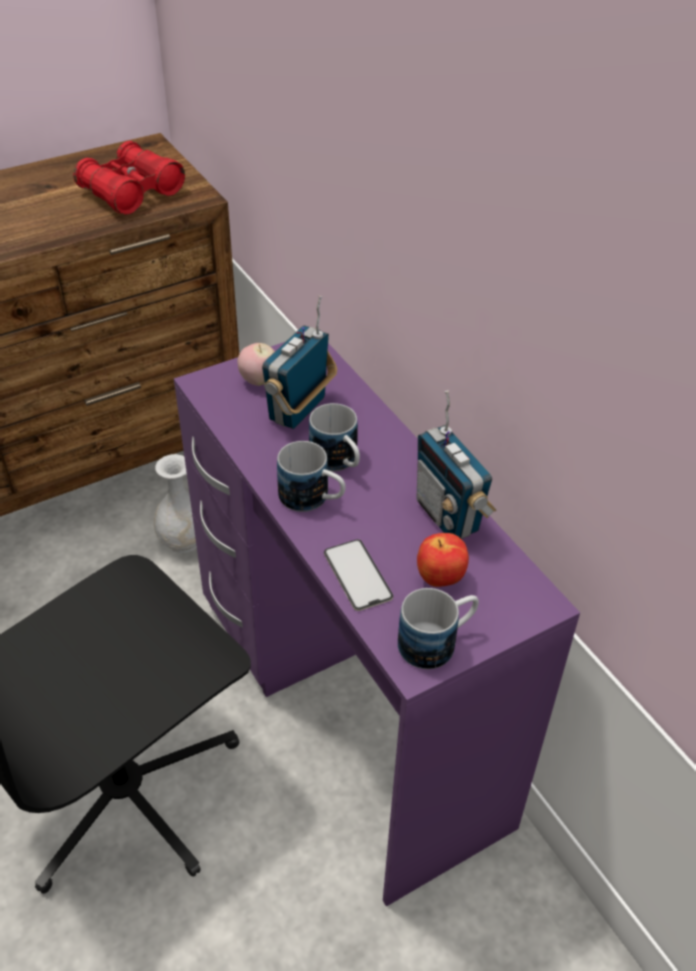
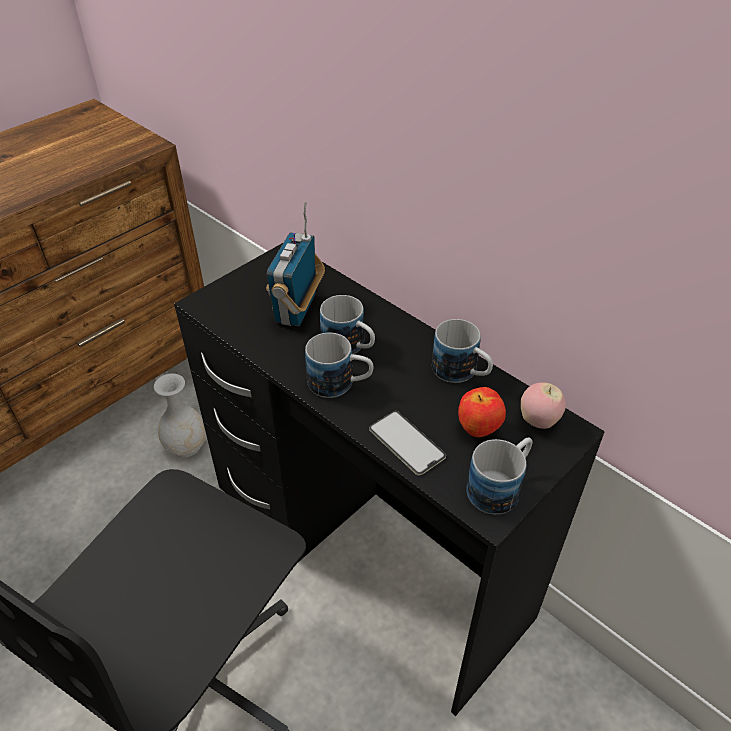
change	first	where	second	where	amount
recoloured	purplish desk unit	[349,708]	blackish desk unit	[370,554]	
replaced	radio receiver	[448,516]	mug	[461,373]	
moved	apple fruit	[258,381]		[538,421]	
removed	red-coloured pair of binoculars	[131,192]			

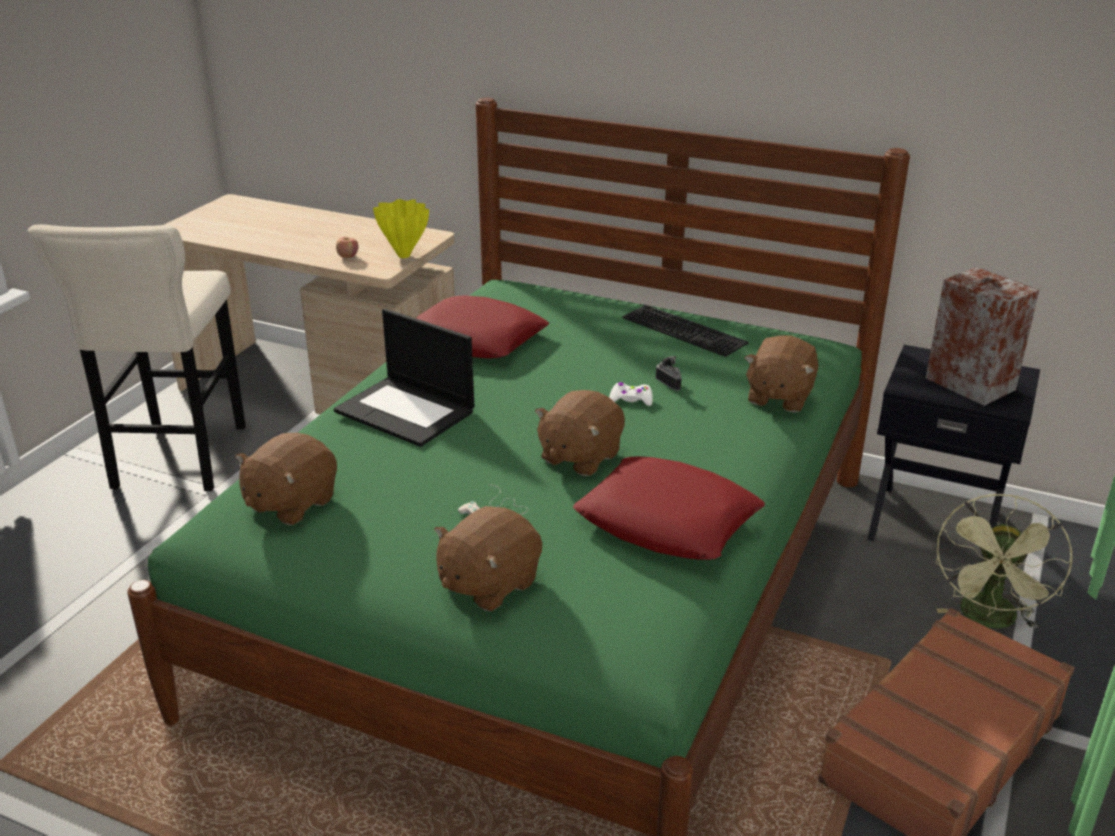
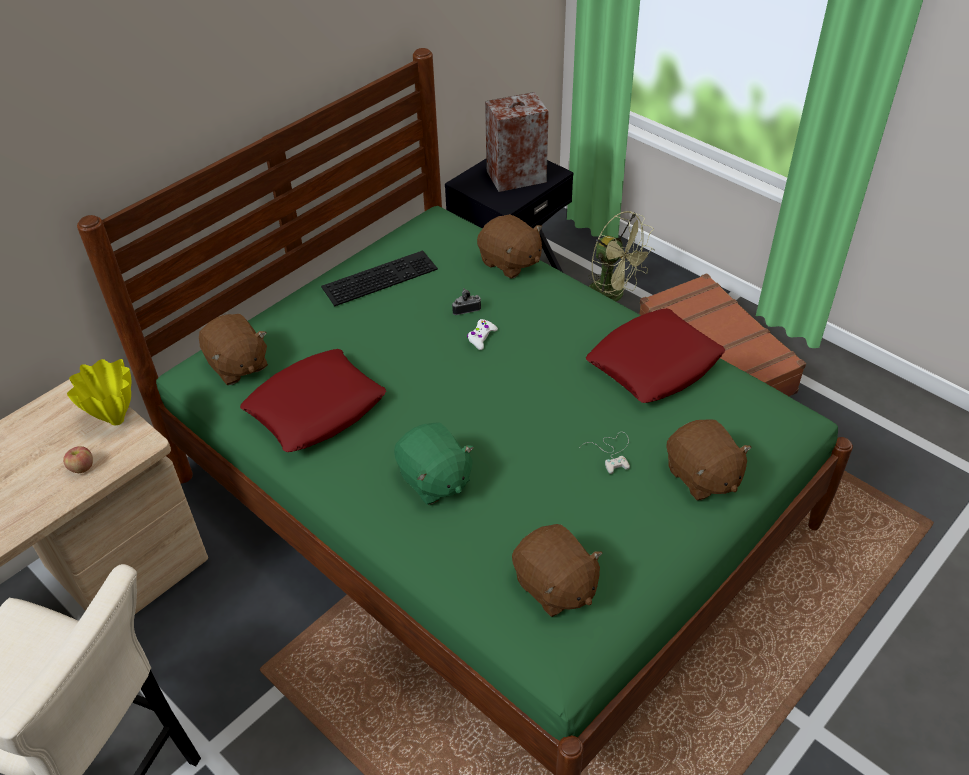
change	first	where	second	where	amount
moved	brownish soft toy	[579,457]		[237,365]	
replaced	portable computer	[407,411]	greenish soft toy	[434,480]	

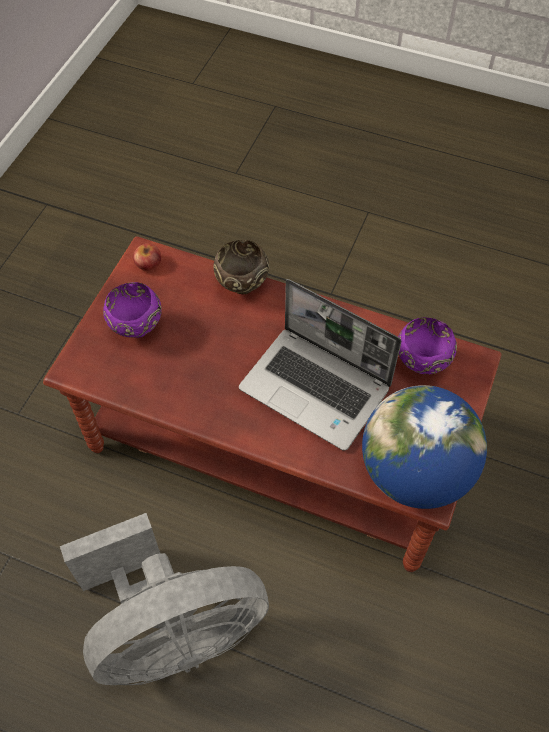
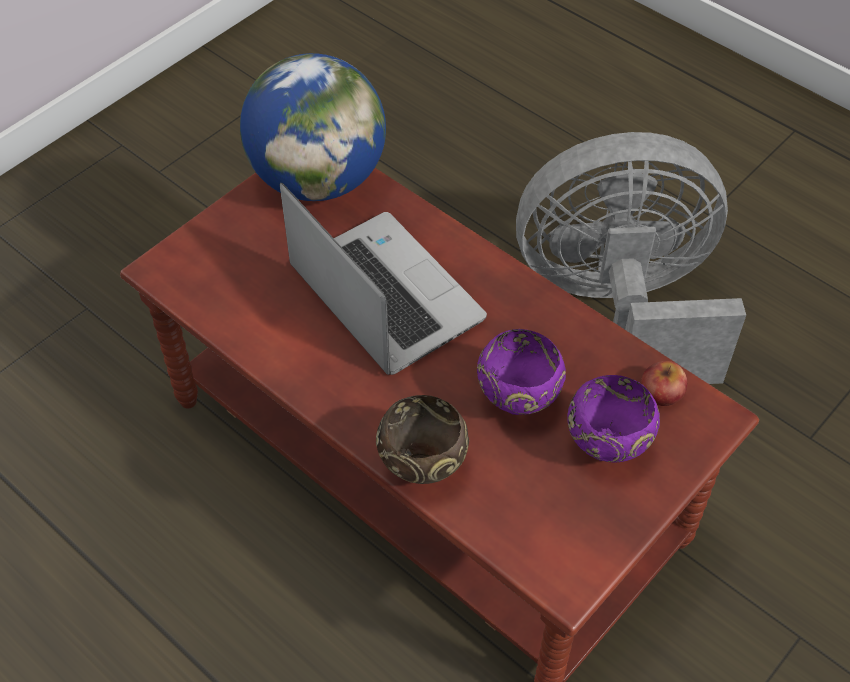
change	first	where	second	where	amount
moved	purplish serving bowl	[420,365]		[519,402]	
moved	apple fruit	[148,263]		[661,392]	

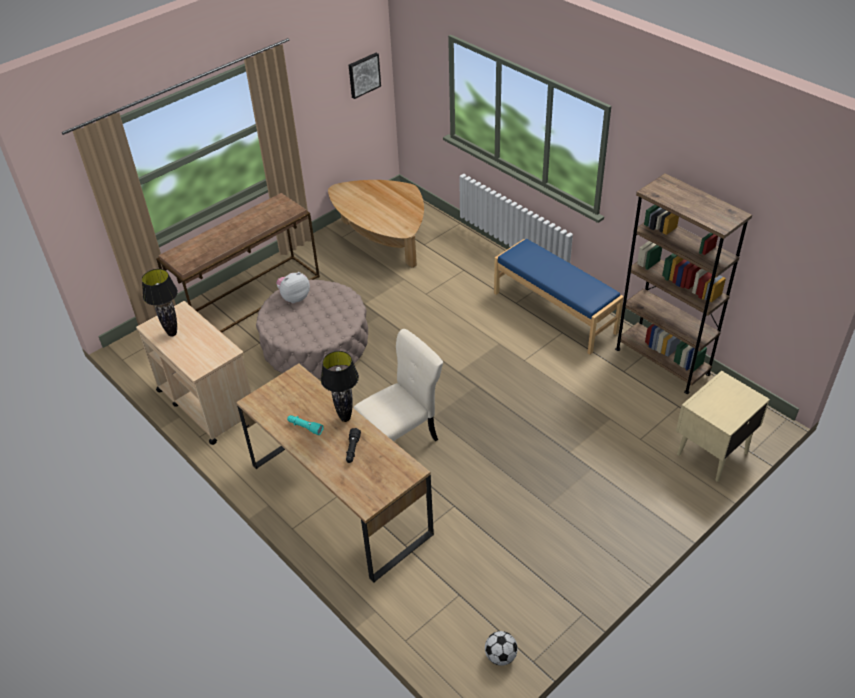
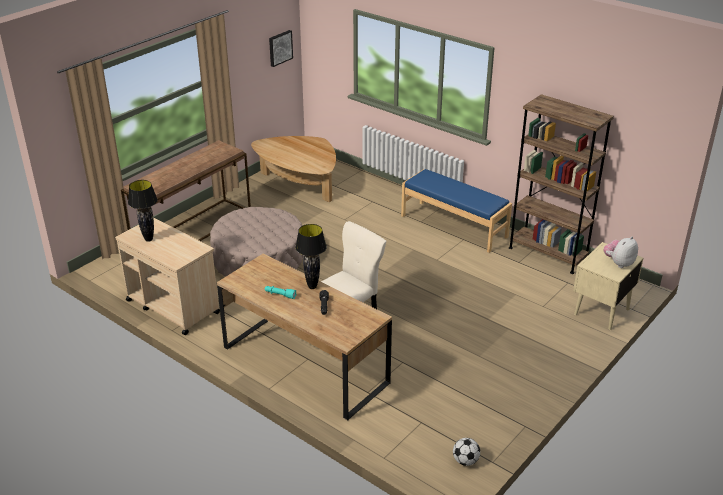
change	first	where	second	where	amount
moved	soft toy	[294,297]		[619,263]	

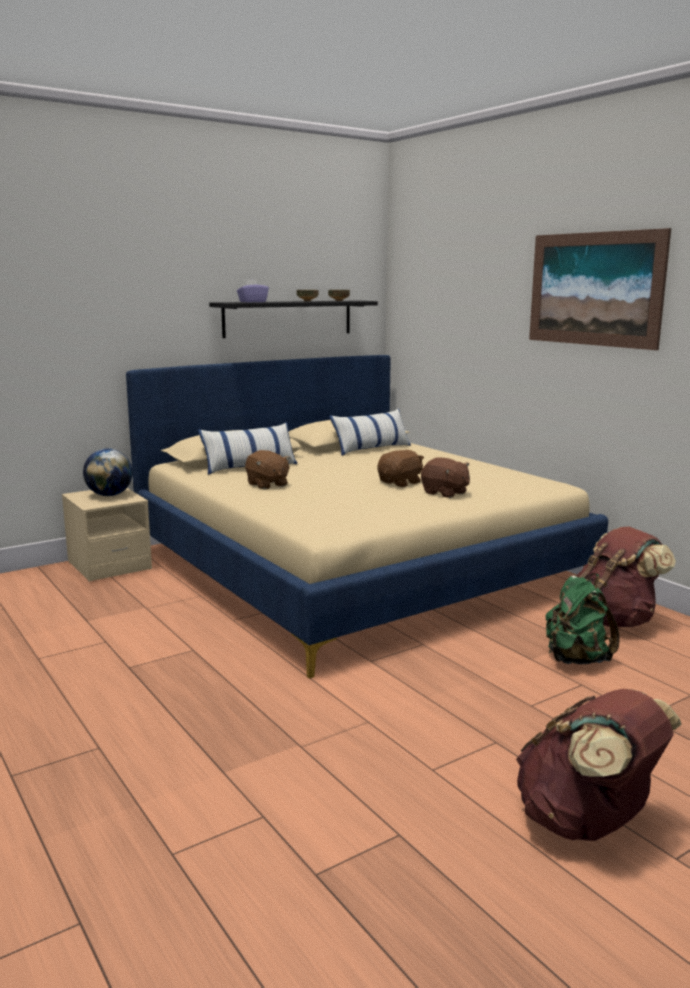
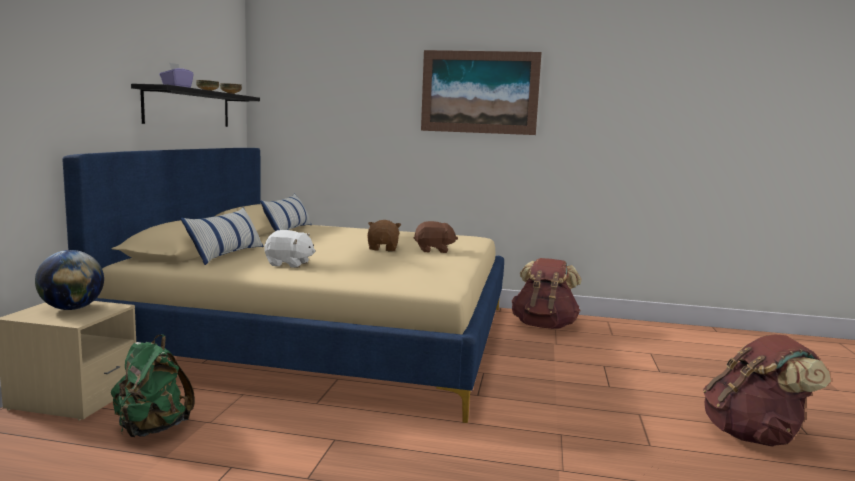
change	first	where	second	where	amount
moved	greenish backpack	[576,659]		[152,429]	
recoloured	brownish soft toy	[267,485]	white-coloured soft toy	[289,264]	

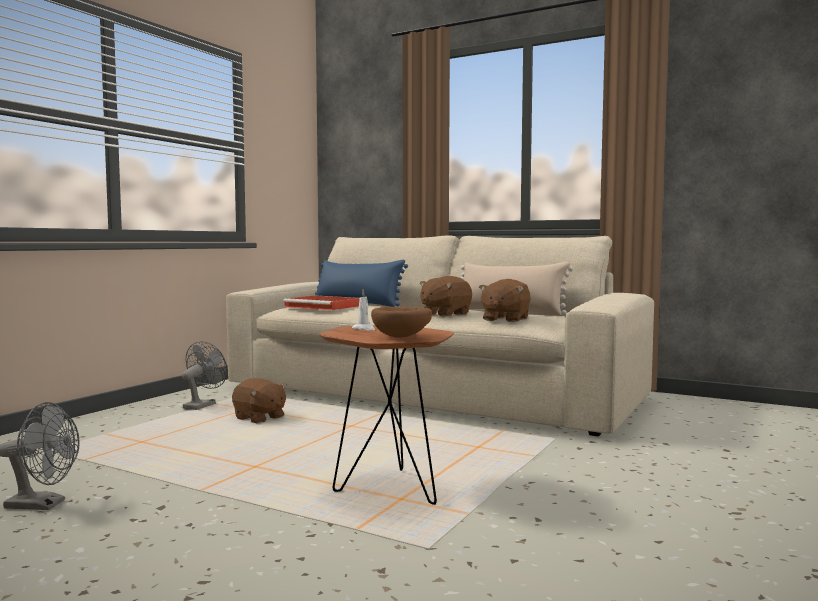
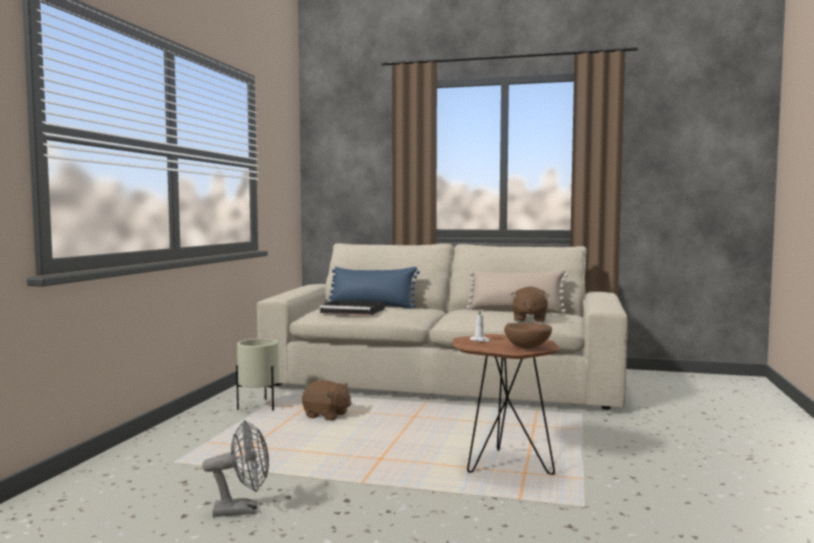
change	first	where	second	where	amount
replaced	grey cooling fan	[202,405]	sand-coloured plant pot	[258,407]	
recoloured	red-coloured tray	[324,306]	blackish tray	[354,311]	
removed	brownish soft toy	[444,314]			

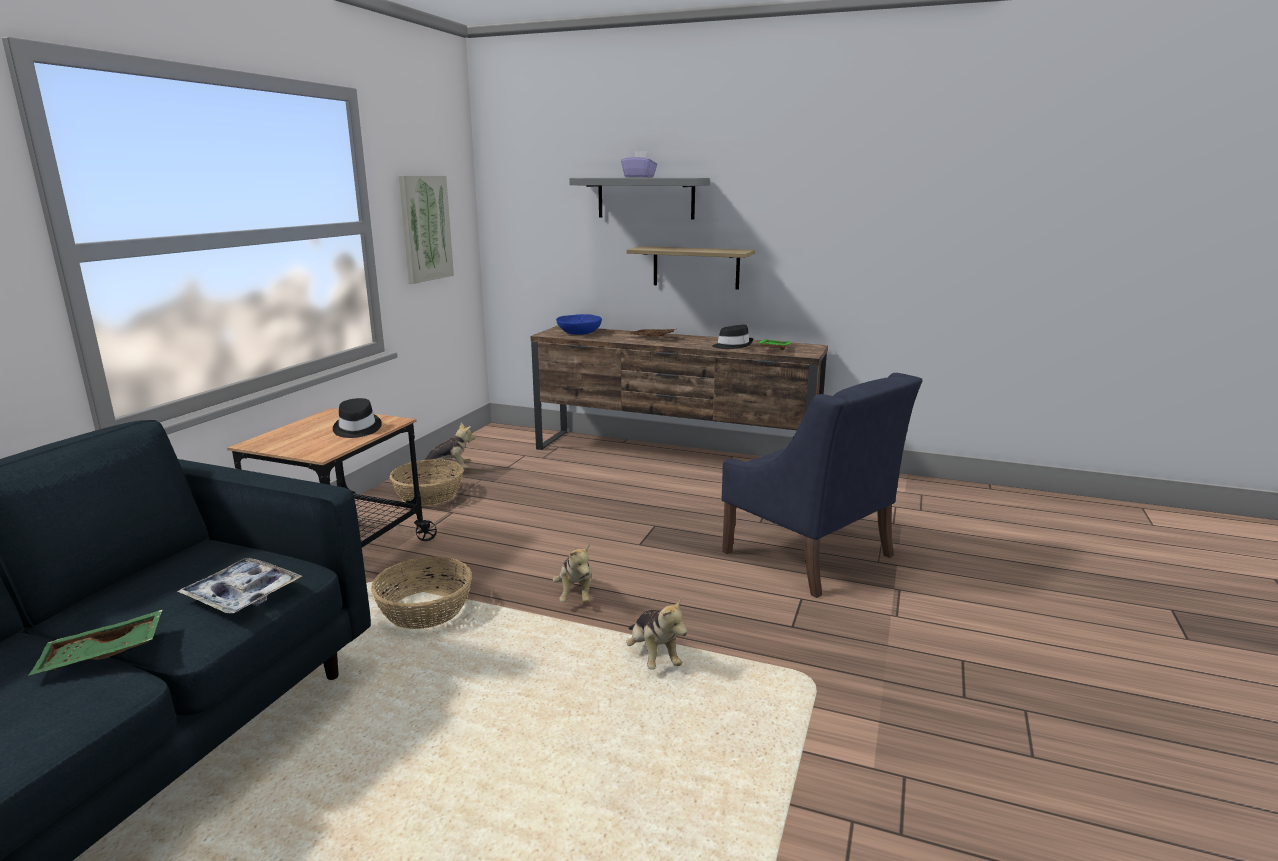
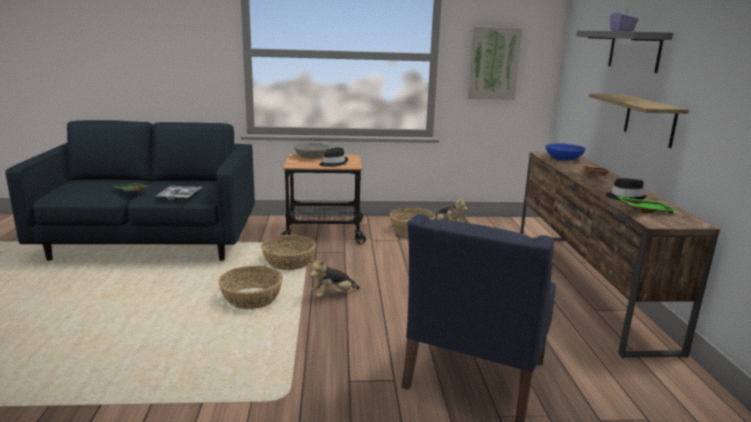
change	first	where	second	where	amount
added			basket	[252,298]	
added			grey serving bowl	[311,157]	
removed	soft toy	[653,656]			

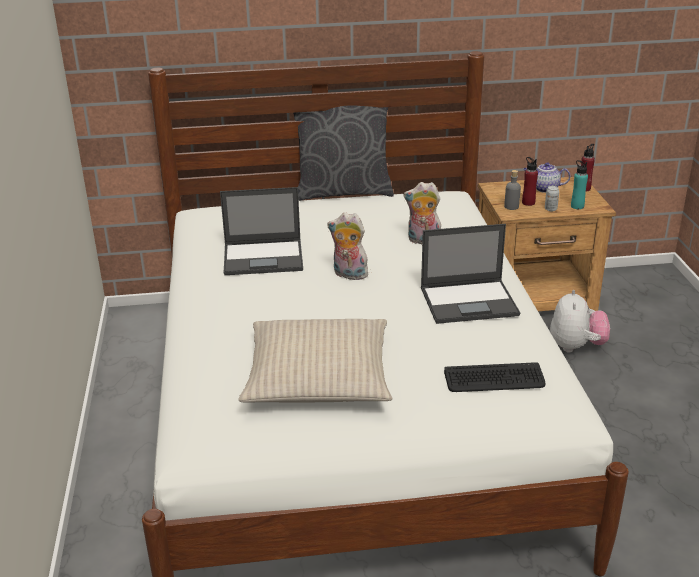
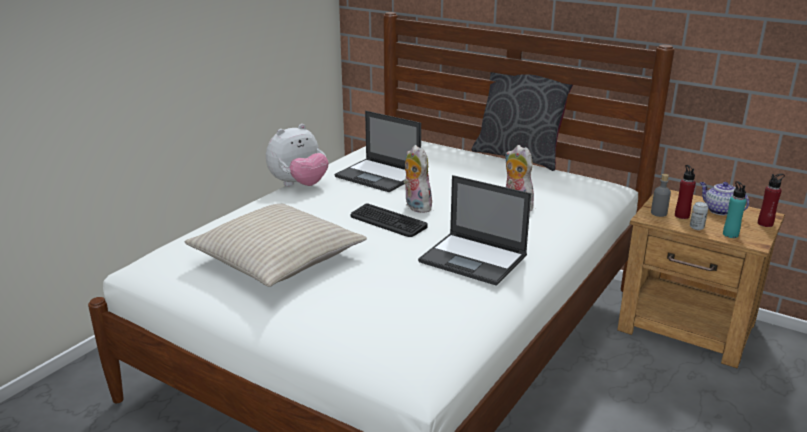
change	first	where	second	where	amount
moved	soft toy	[576,347]		[299,185]	
moved	keyboard	[494,379]		[387,221]	

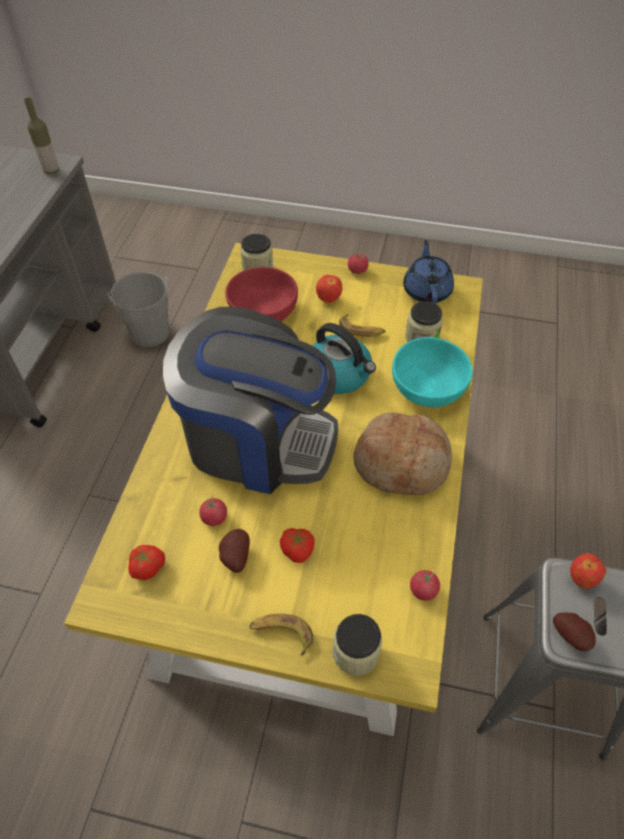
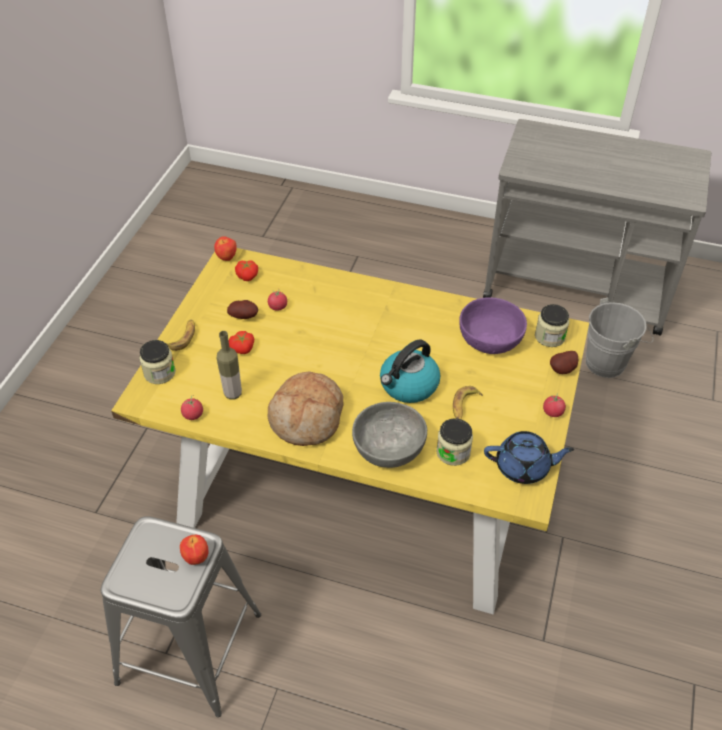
change	first	where	second	where	amount
moved	apple fruit	[329,299]		[227,258]	
moved	bottle	[51,170]		[233,393]	
recoloured	blue-green serving bowl	[428,387]	grey serving bowl	[388,448]	
recoloured	red-coloured serving bowl	[263,311]	purplish serving bowl	[490,338]	
moved	spud	[571,635]		[563,370]	
removed	coffee brewer	[257,440]			

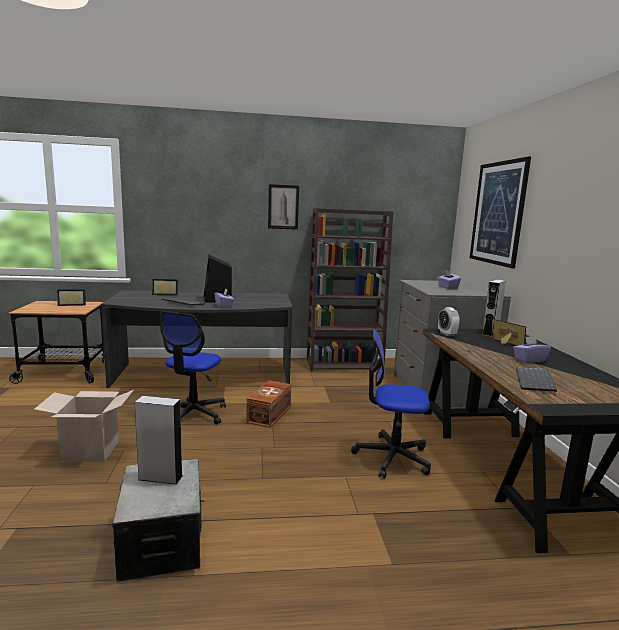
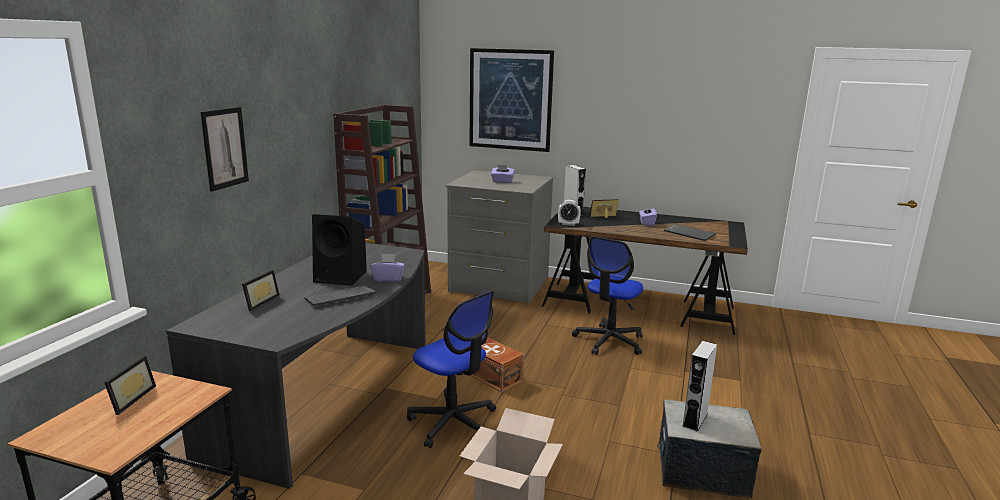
change	first	where	second	where	amount
moved	wall picture	[283,207]		[225,148]	

